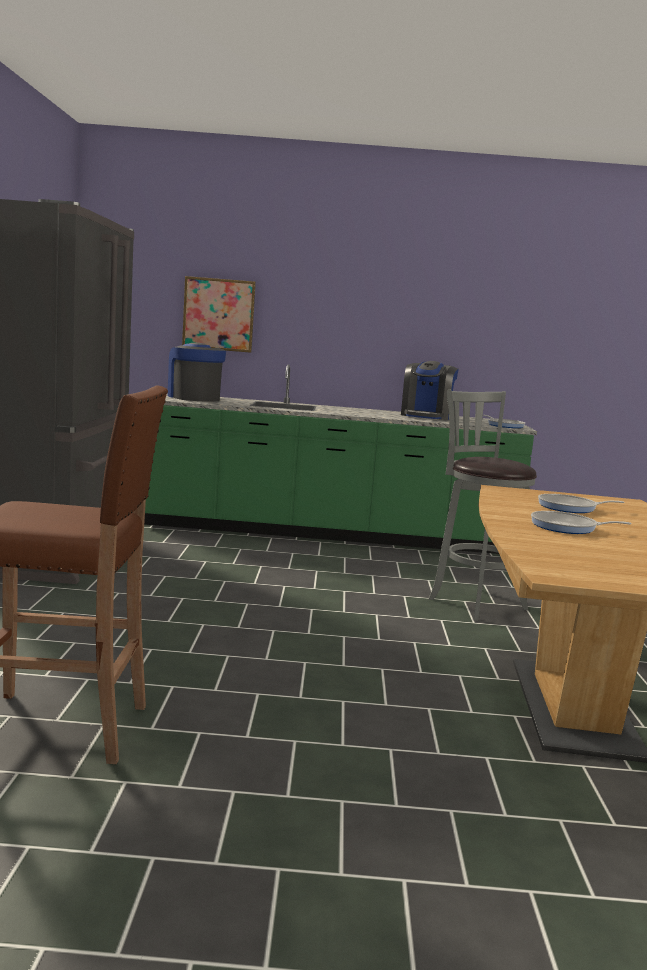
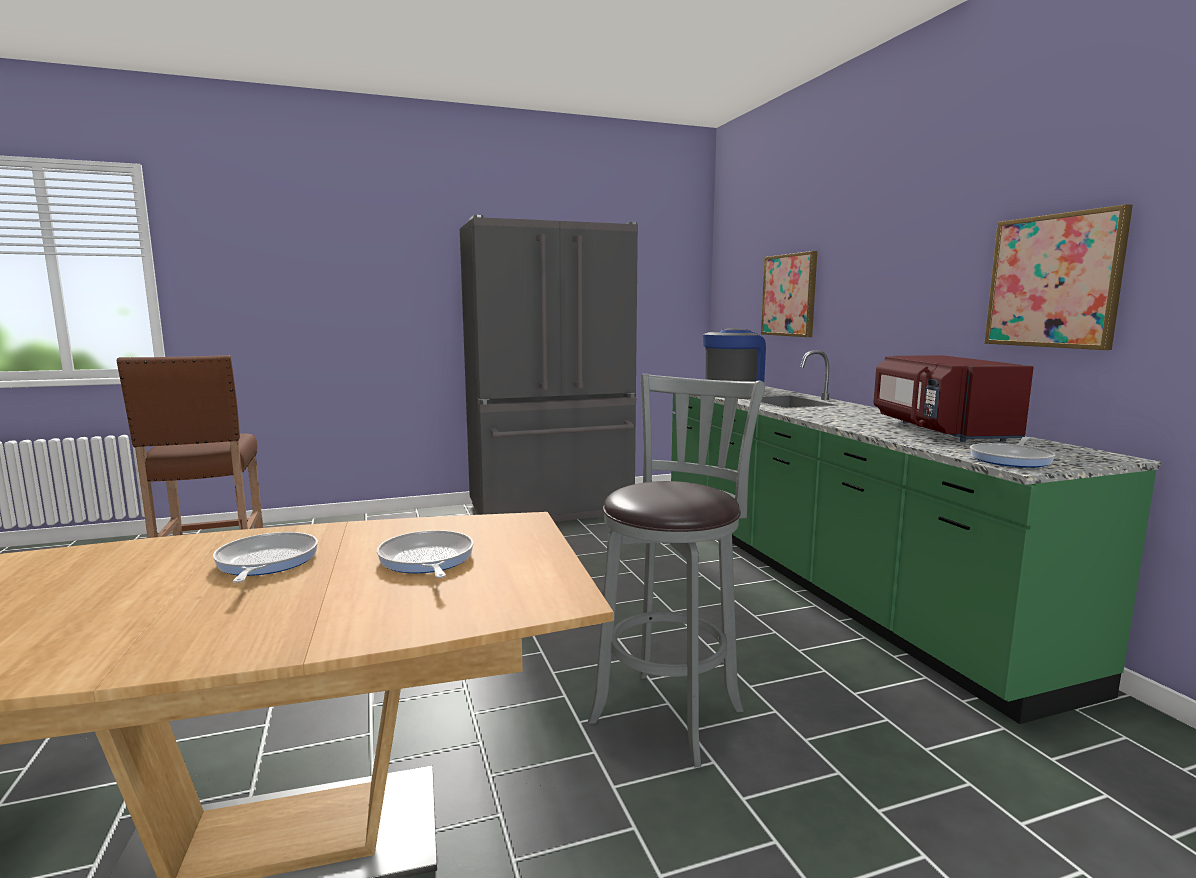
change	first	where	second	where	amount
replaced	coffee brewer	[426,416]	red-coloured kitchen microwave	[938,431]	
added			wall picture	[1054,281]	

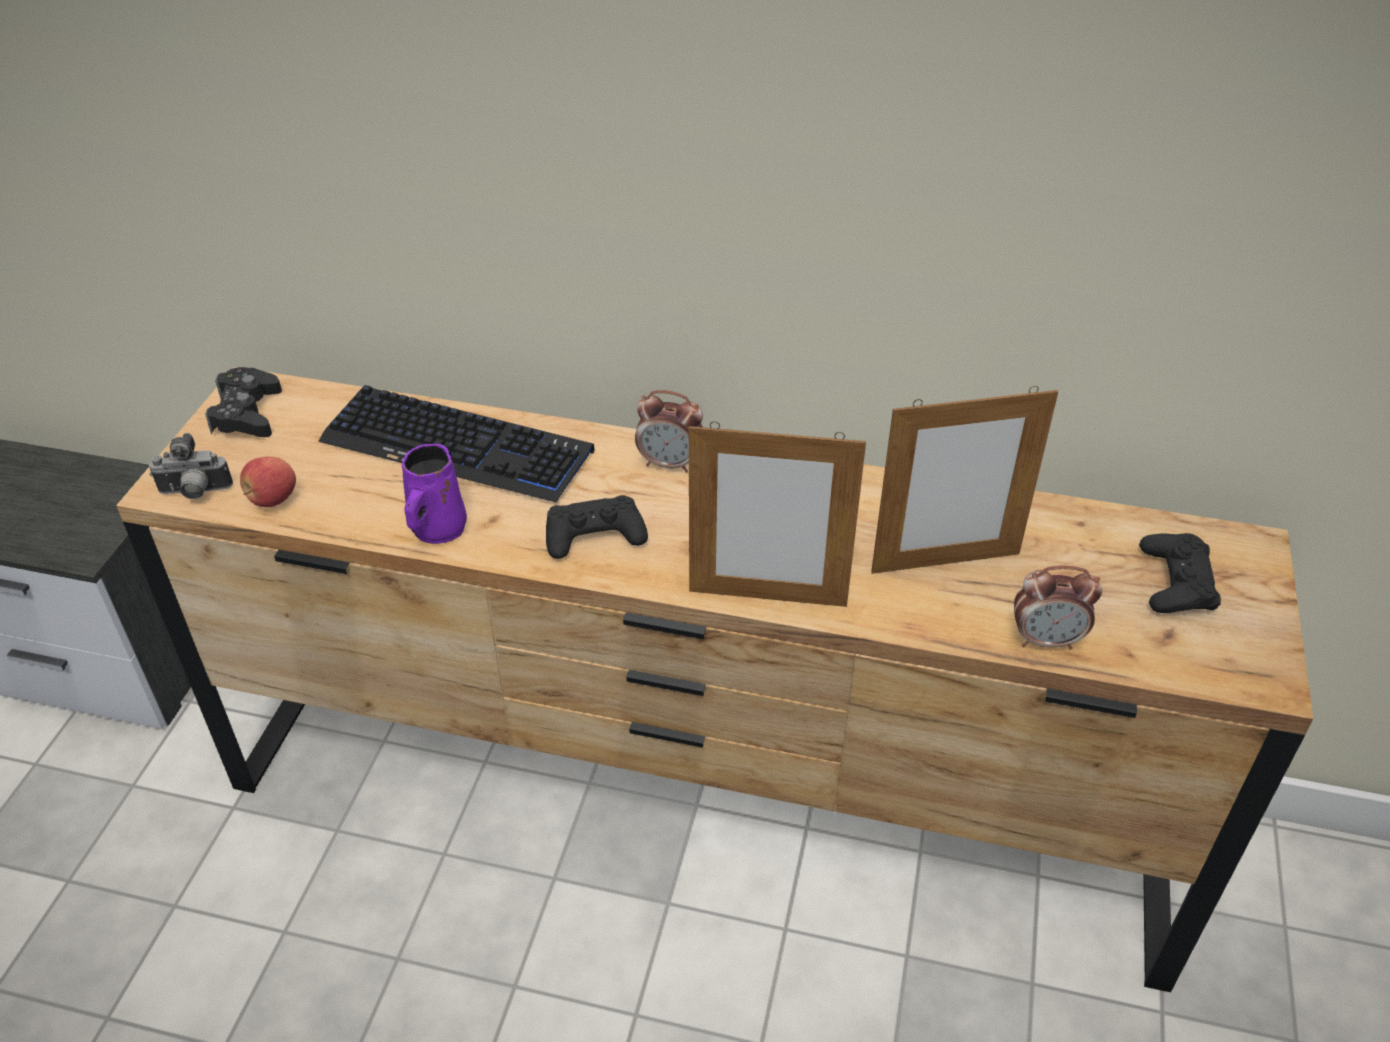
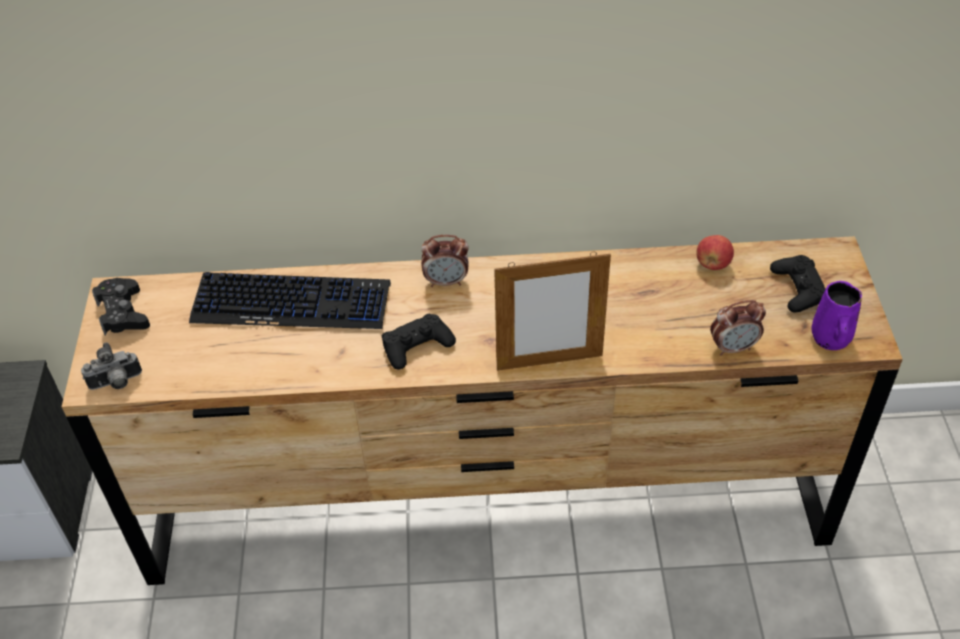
change	first	where	second	where	amount
moved	apple fruit	[272,499]		[713,264]	
moved	purplish mug	[437,530]		[830,339]	
removed	picture frame	[945,562]			

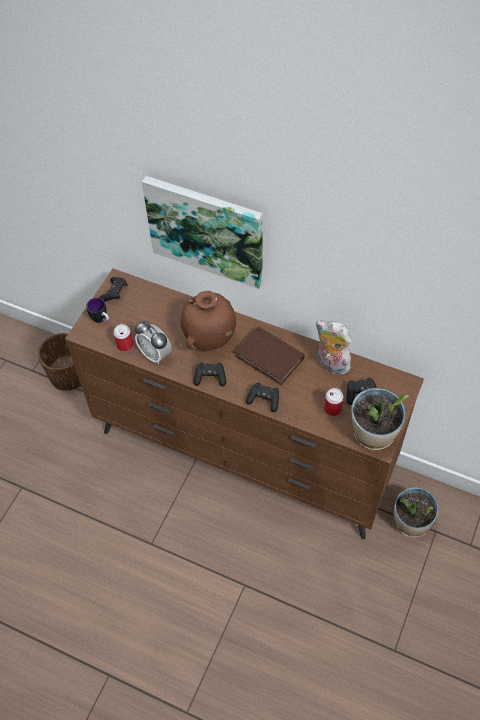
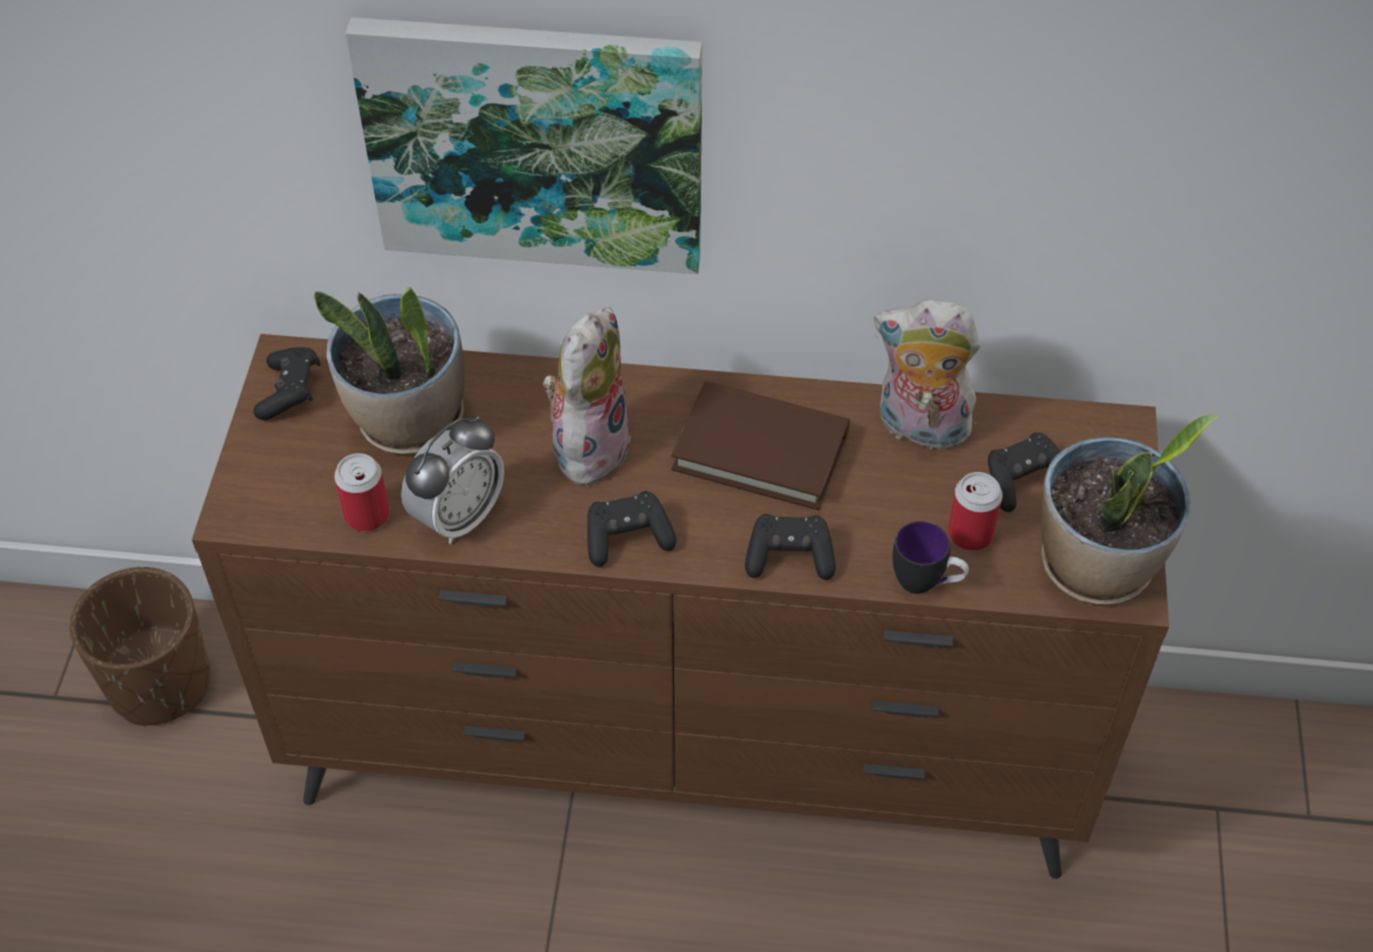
change	first	where	second	where	amount
moved	plant in a pot	[411,522]		[409,421]	
turned	bedside clock	[155,354]		[458,517]	75 degrees counterclockwise
replaced	brownish flower vase	[209,339]	soft toy	[588,445]	
moved	mug	[101,320]		[926,584]	

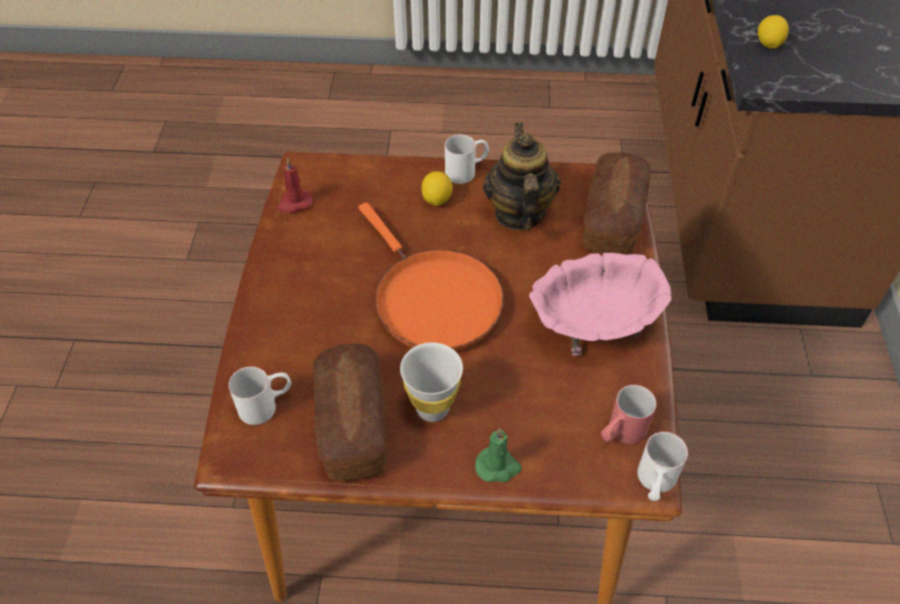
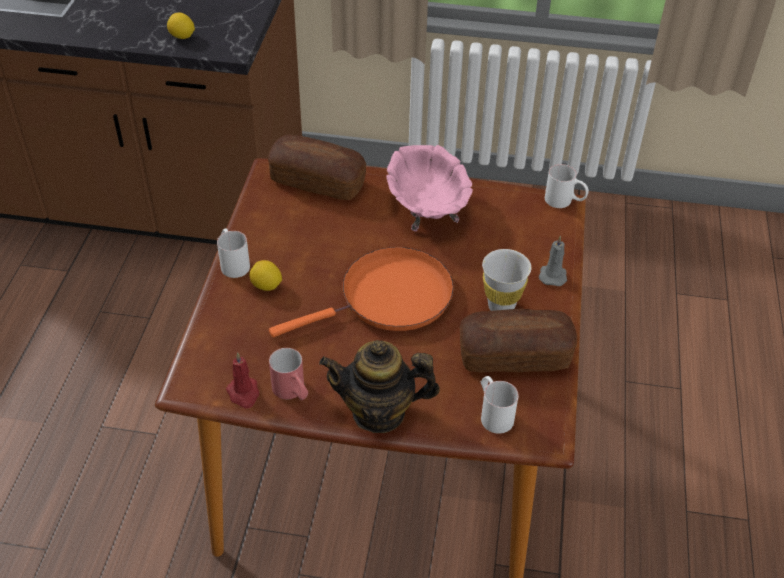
change	first	where	second	where	amount
moved	red-coloured mug	[621,433]		[292,392]	
moved	pot for tea	[518,213]		[379,412]	
recoloured	greenish candle	[498,466]	grey candle	[552,275]	

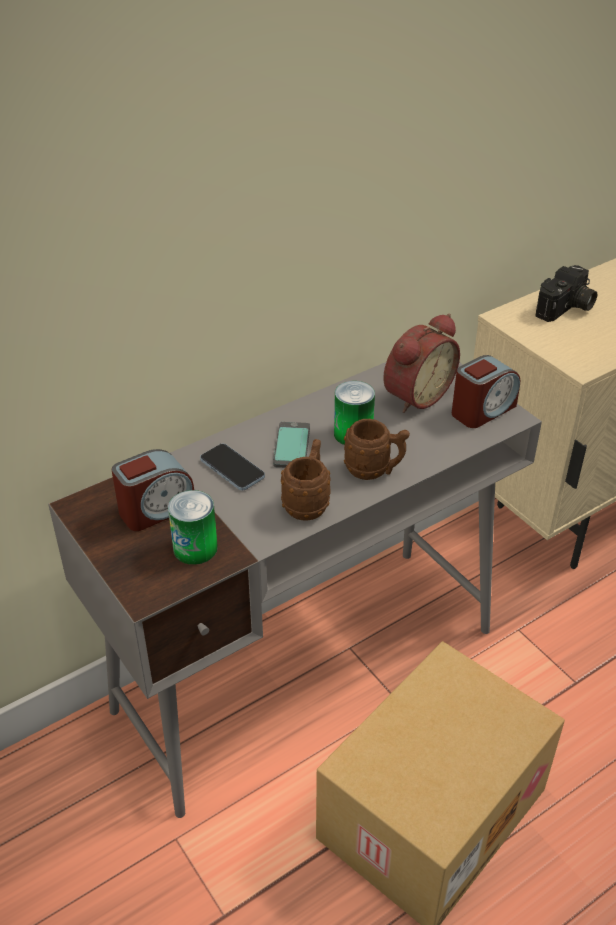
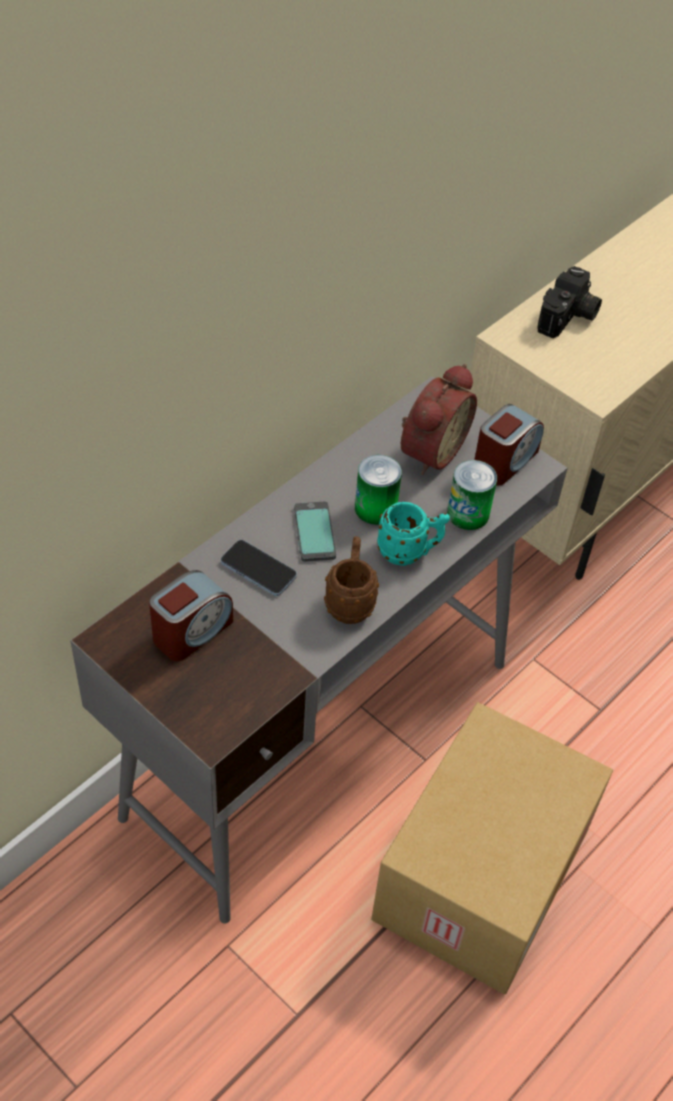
change	first	where	second	where	amount
recoloured	brownish mug	[374,470]	blue-green mug	[409,552]	
moved	can	[195,548]		[468,513]	

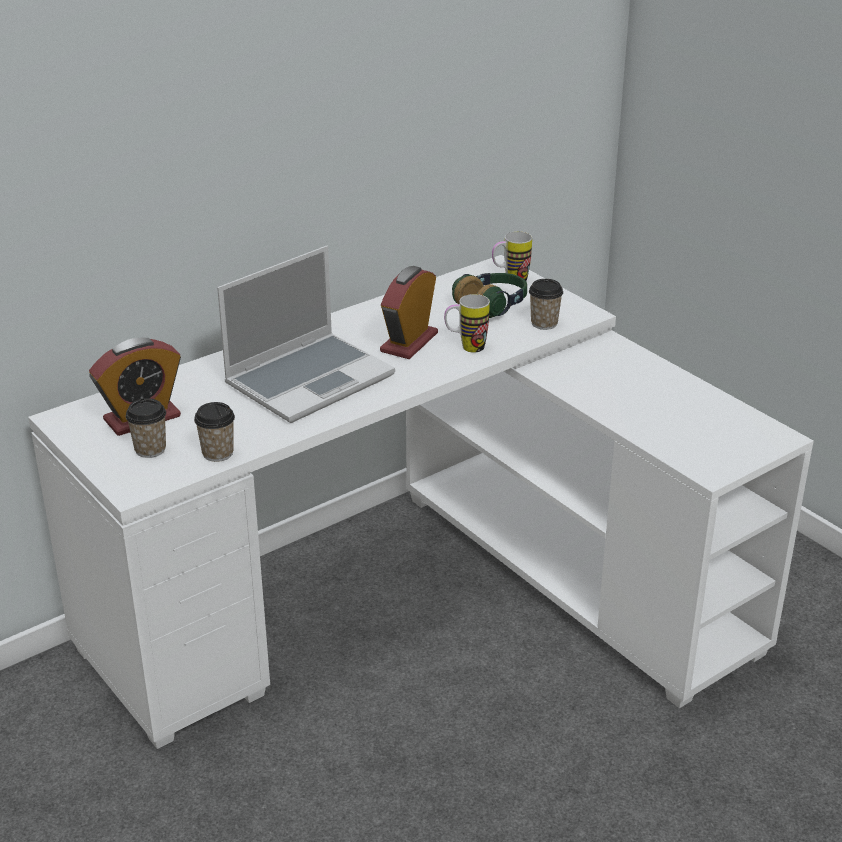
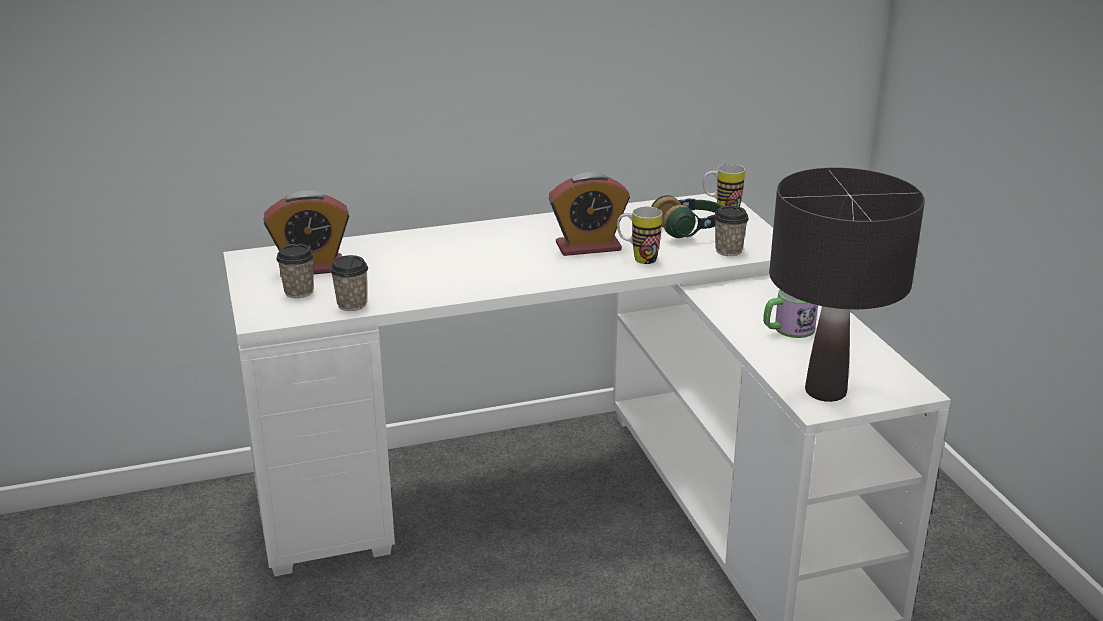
change	first	where	second	where	amount
turned	bedside clock	[409,342]		[588,247]	150 degrees counterclockwise
added			mug	[787,329]	
added			blackish tabletop lamp	[825,391]	
removed	portable computer	[310,379]			

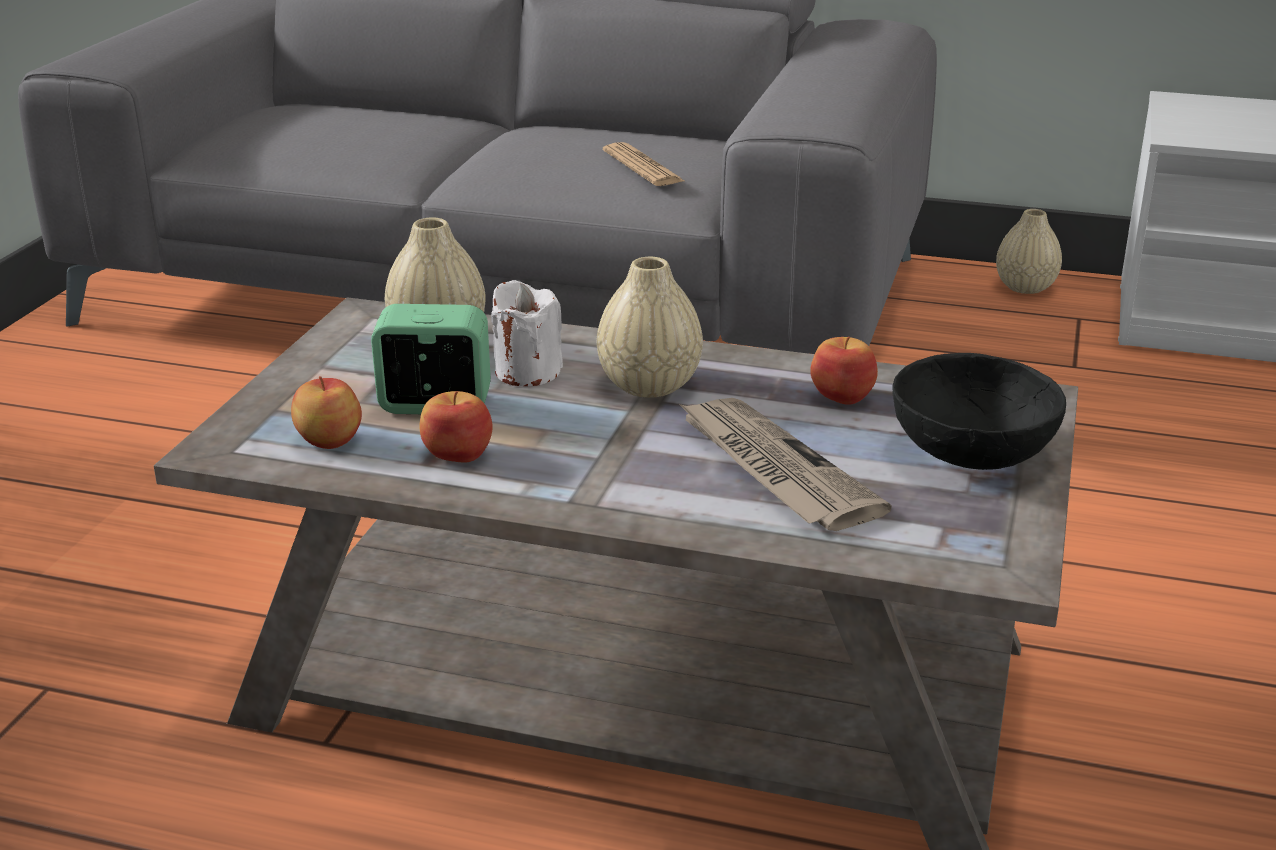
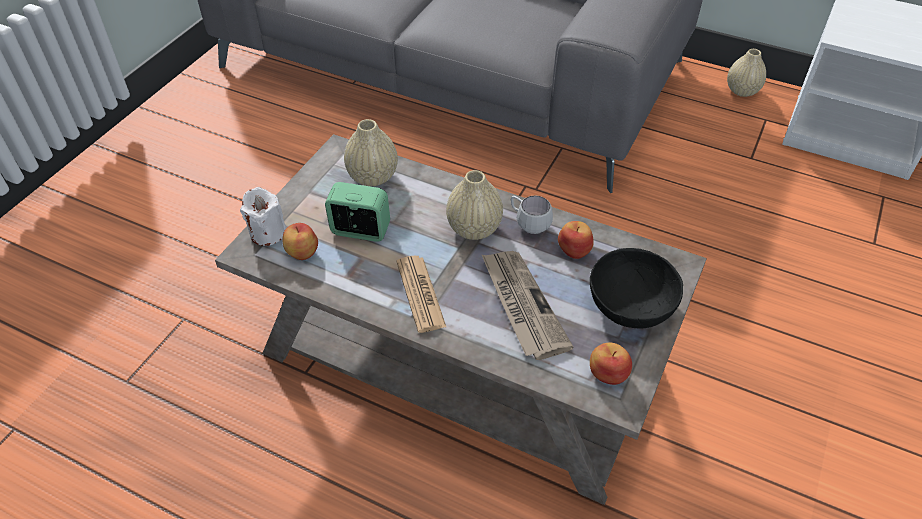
change	first	where	second	where	amount
moved	white-coloured candle	[527,372]		[267,233]	
moved	printed paper	[643,167]		[420,294]	
added			white-coloured mug	[528,223]	
moved	apple fruit	[457,453]		[608,373]	

